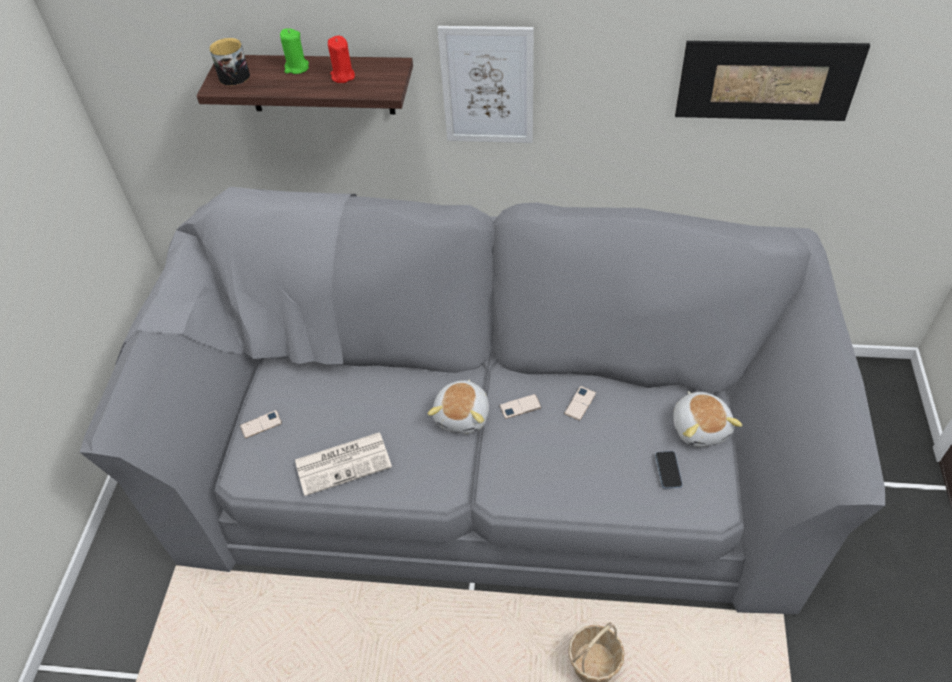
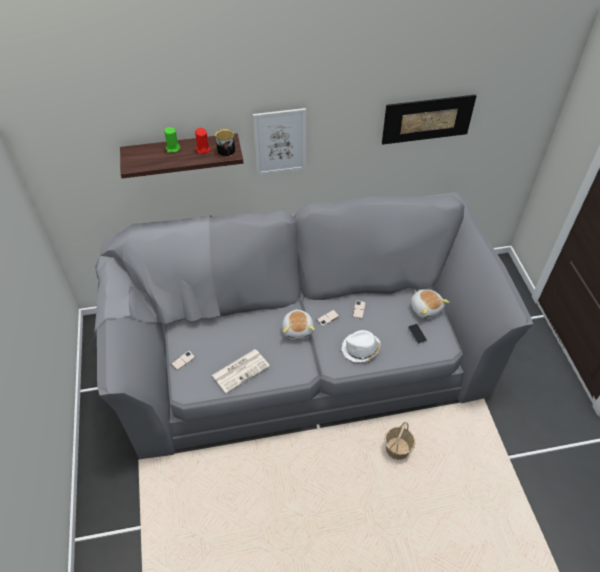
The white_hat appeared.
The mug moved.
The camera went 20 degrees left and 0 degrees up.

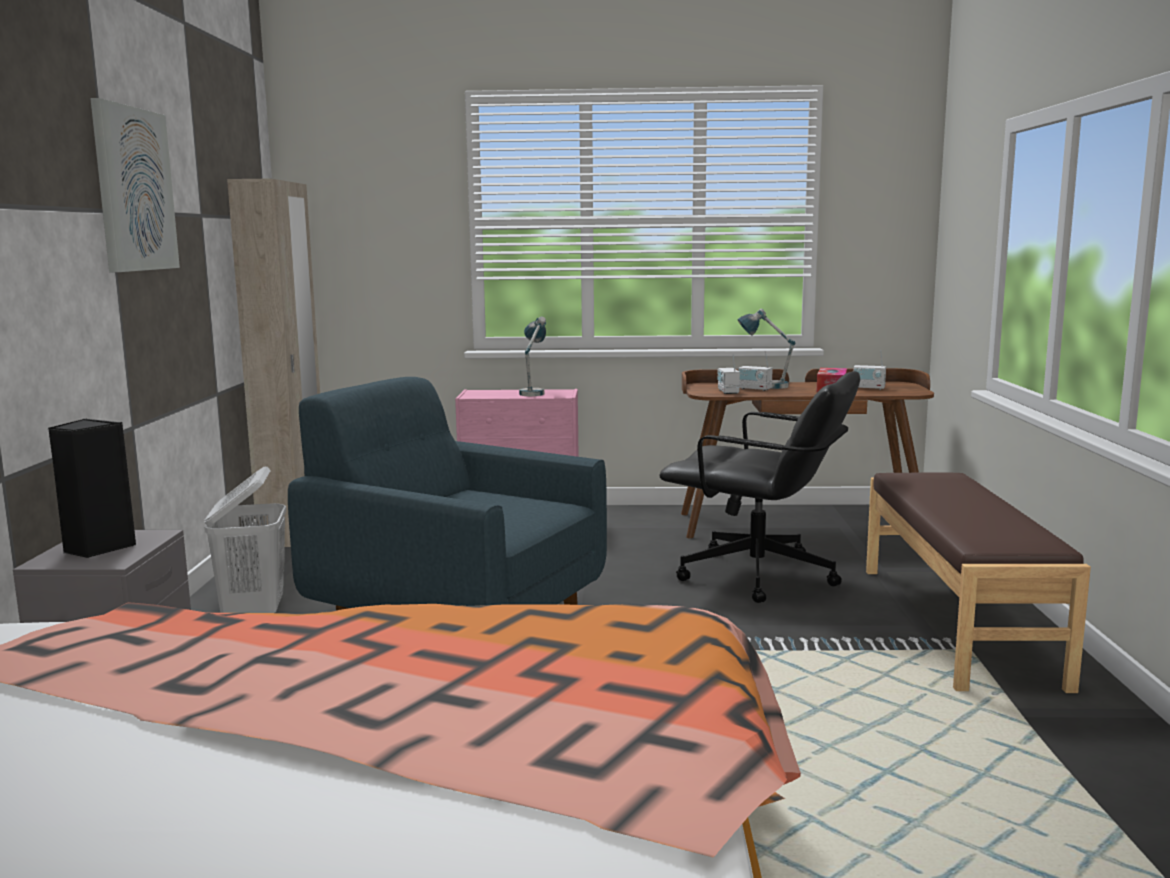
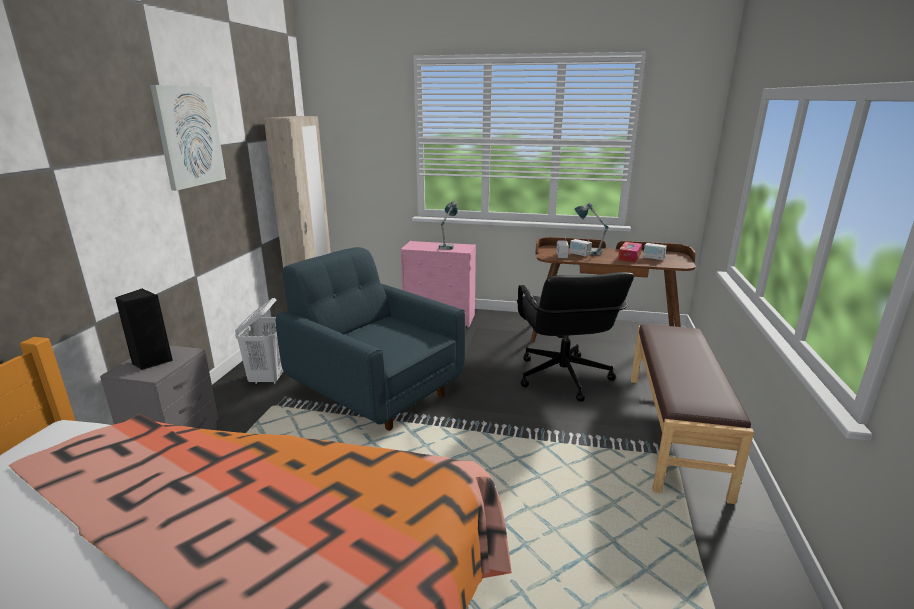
The black_office_chair turned 45 degrees clockwise.
The camera went 10 degrees right and 10 degrees up.

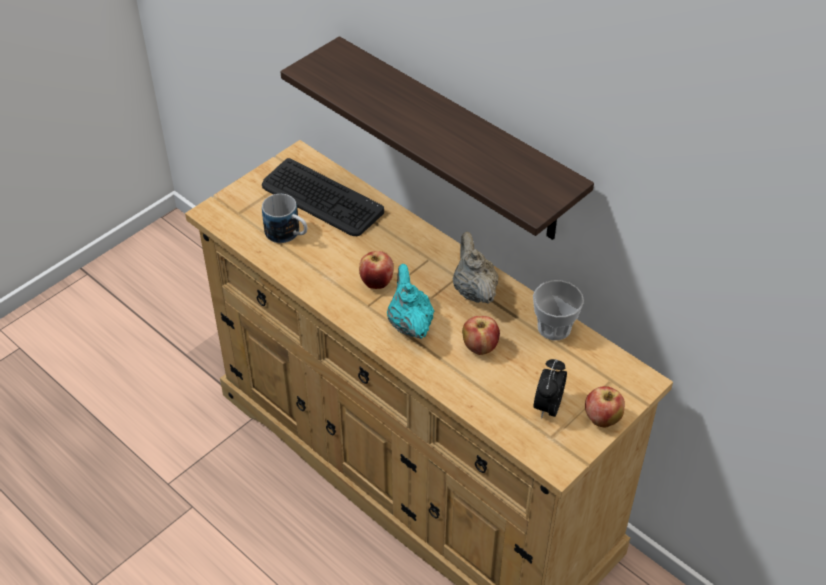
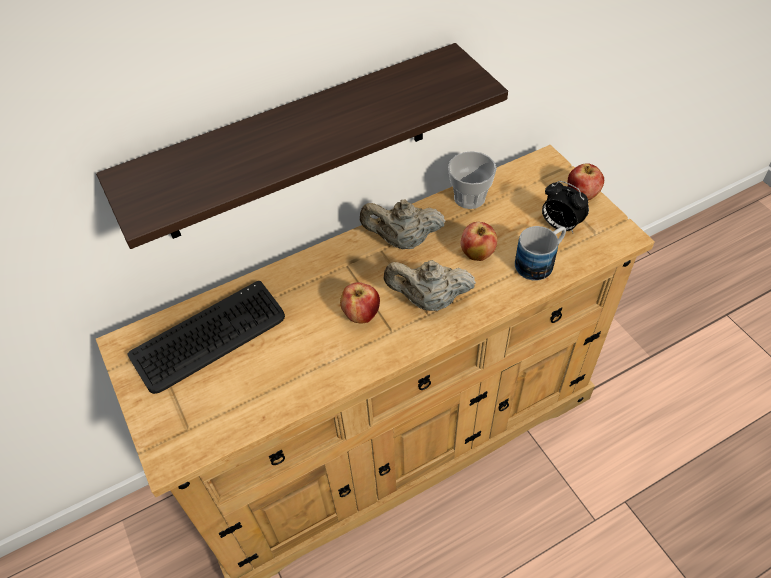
The mug moved.
The turquoise_teapot became the beige_teapot (no. 2 from left).
The camera went 70 degrees left and 5 degrees up.

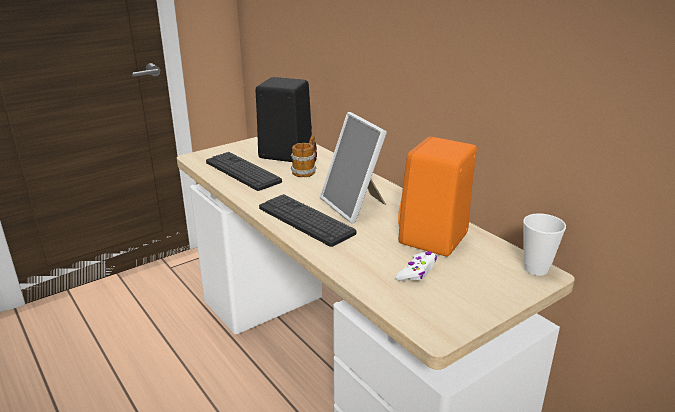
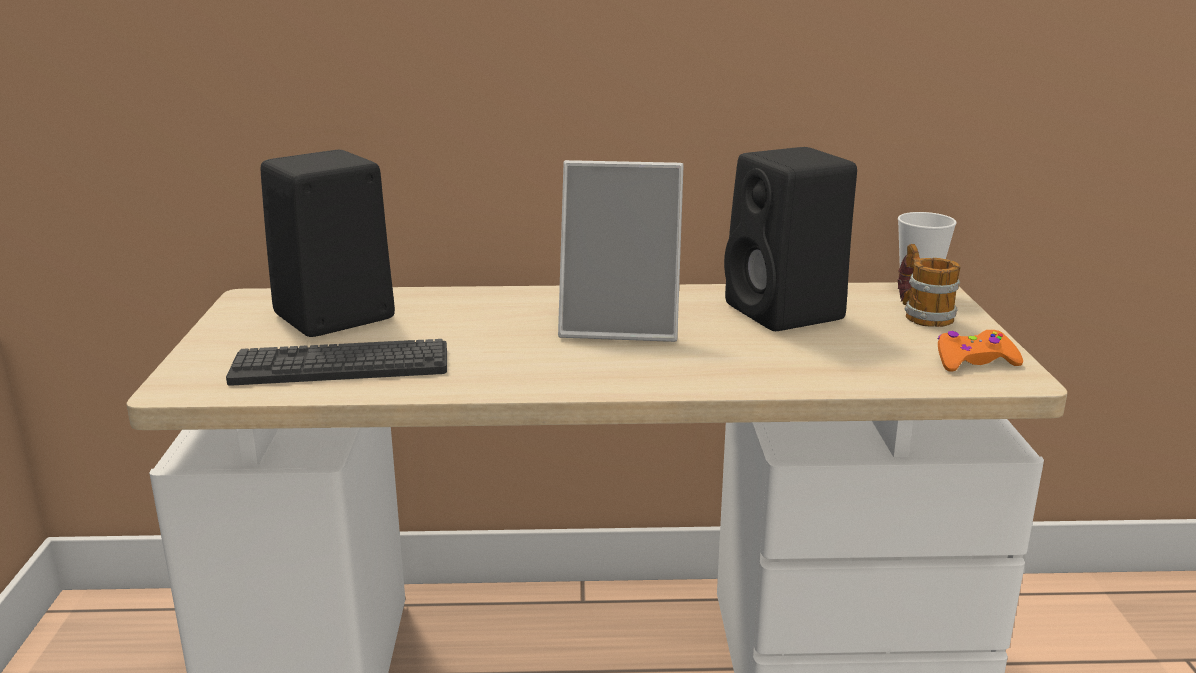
The keyboard (no. 2 from left) disappeared.
The white_game_controller disappeared.
The orange_game_controller appeared.
The mug moved.
The orange_speaker became the black_speaker (no. 2 from left).
The camera went 55 degrees left and 5 degrees down.

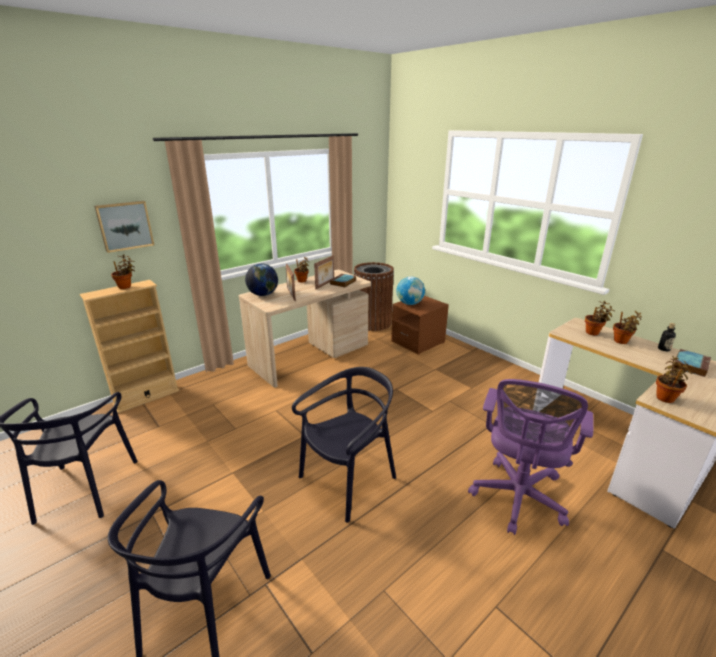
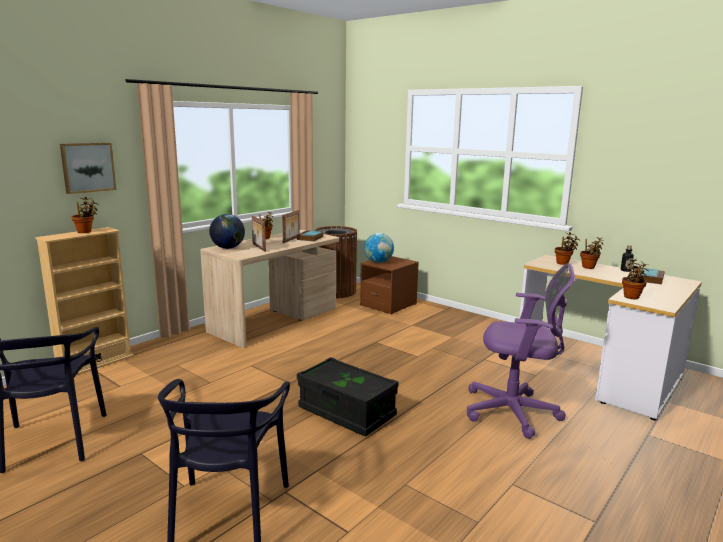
The black_chair (no. 3 from left) was replaced by the black_storage_box.
The purple_office_chair turned 90 degrees counterclockwise.
The camera went 10 degrees left and 10 degrees down.

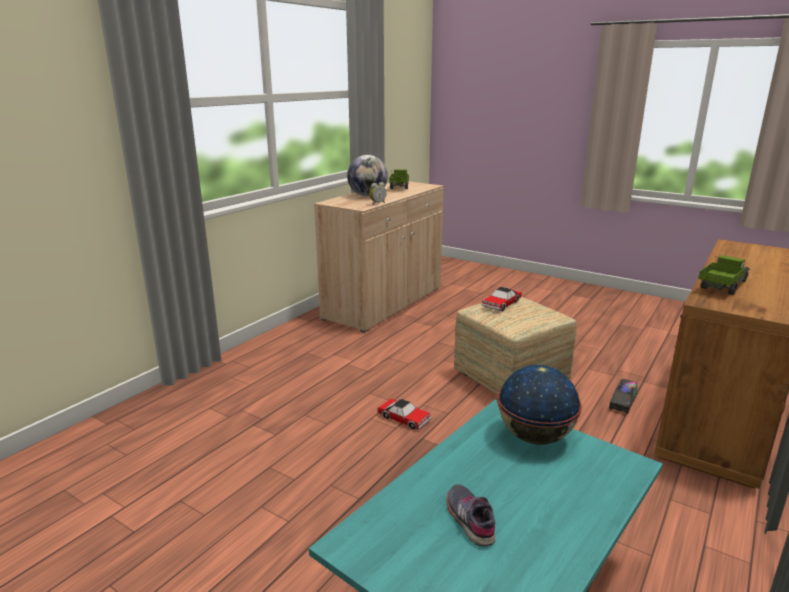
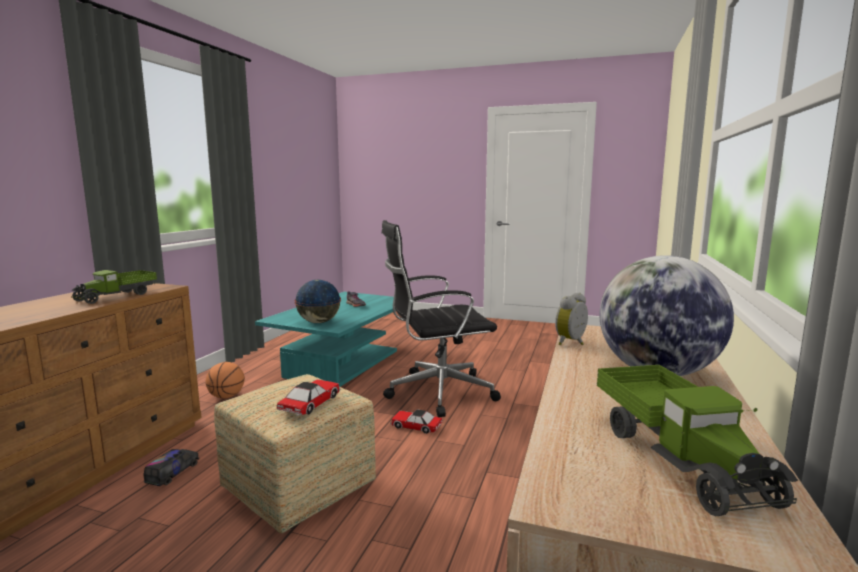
The basketball appeared.
The black_office_chair appeared.
The camera went 165 degrees right and 10 degrees down.

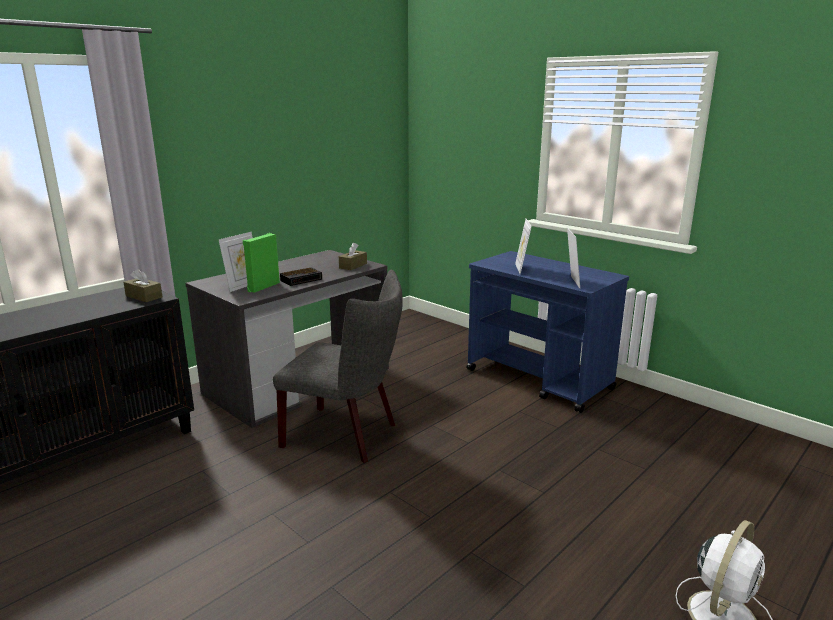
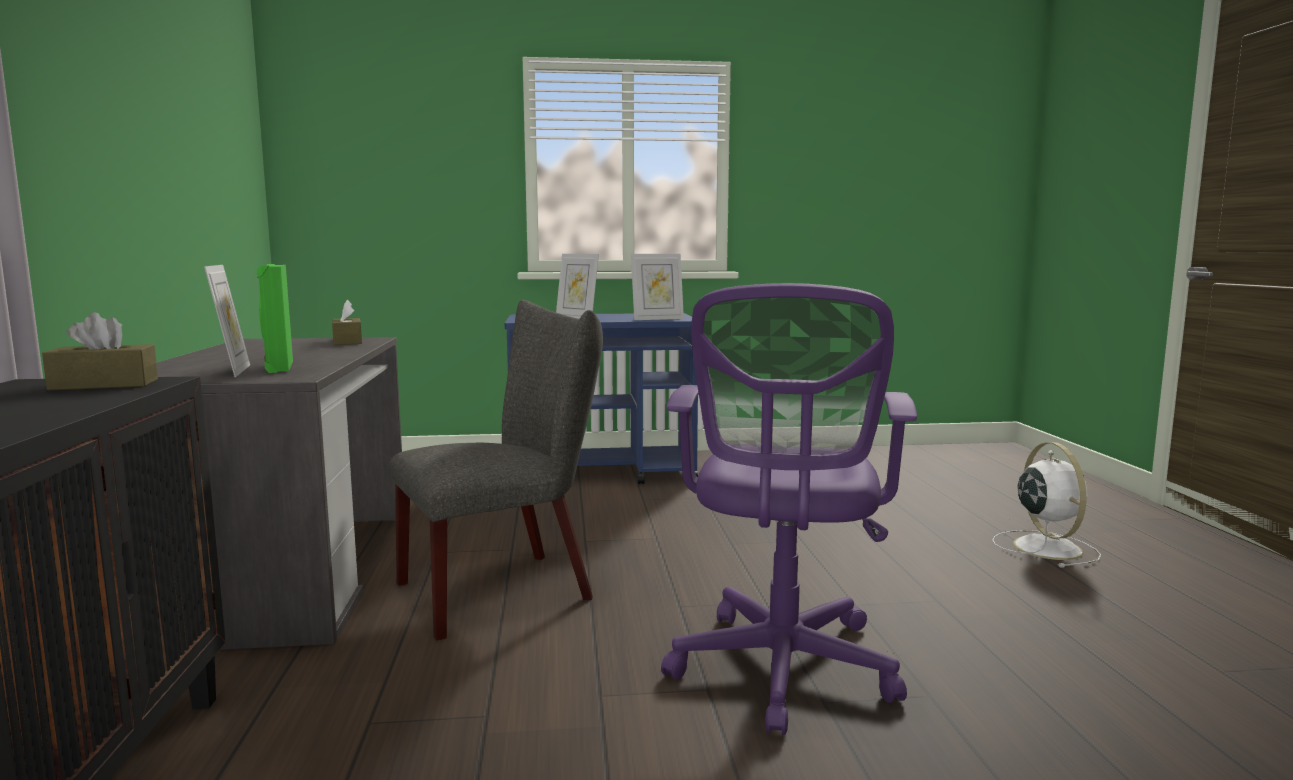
The alarm_clock disappeared.
The purple_office_chair appeared.
The picture_frame (no. 3 from left) turned 120 degrees clockwise.
The camera went 50 degrees left and 10 degrees down.

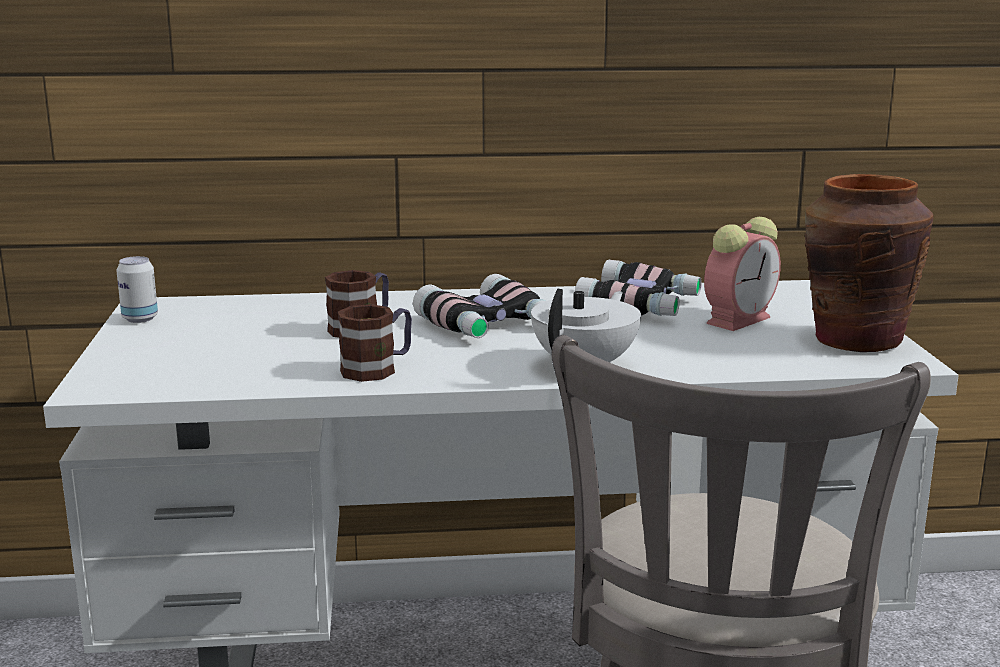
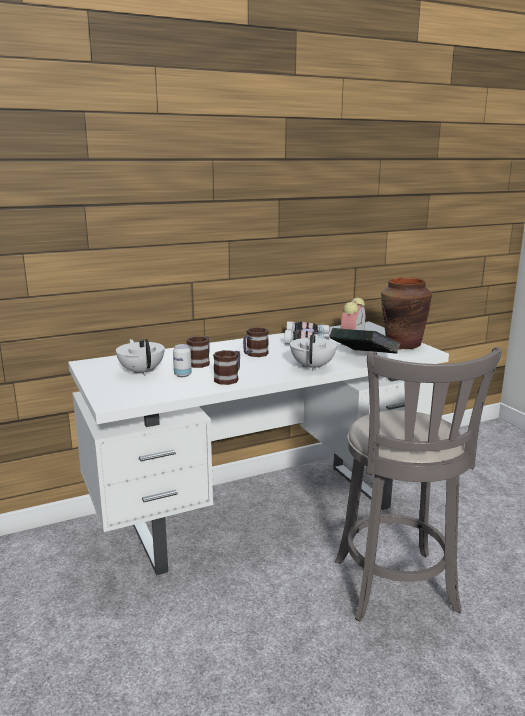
The white_teapot (no. 1 from left) appeared.
The book appeared.
The can moved.
The binoculars (no. 1 from left) was replaced by the mug (no. 3 from left).
The camera went 20 degrees left and 0 degrees up.

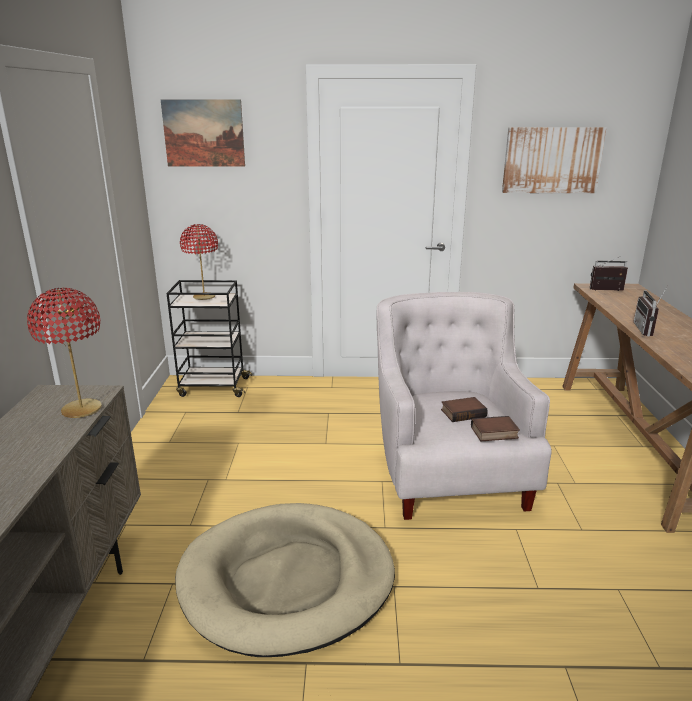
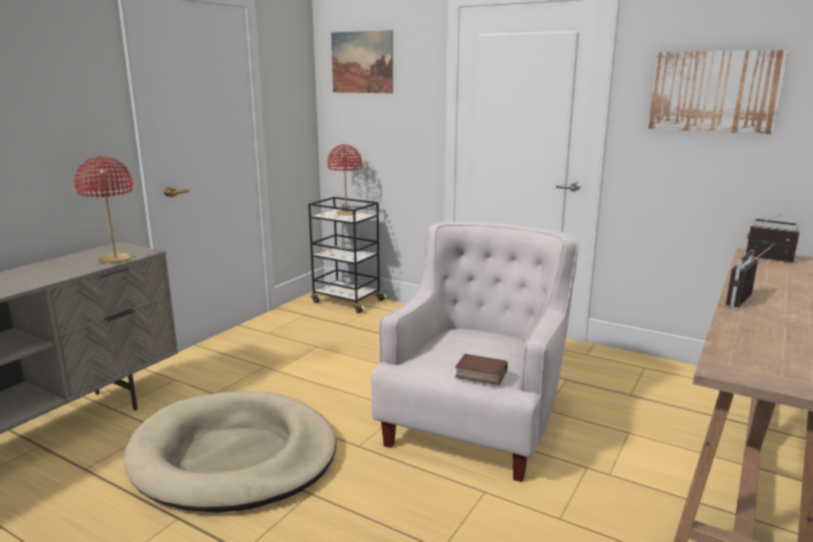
The book (no. 1 from left) disappeared.
The camera went 30 degrees right and 5 degrees down.

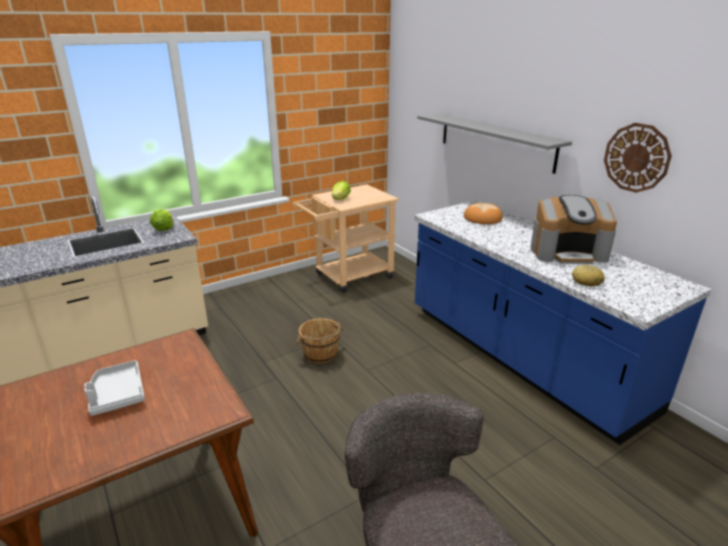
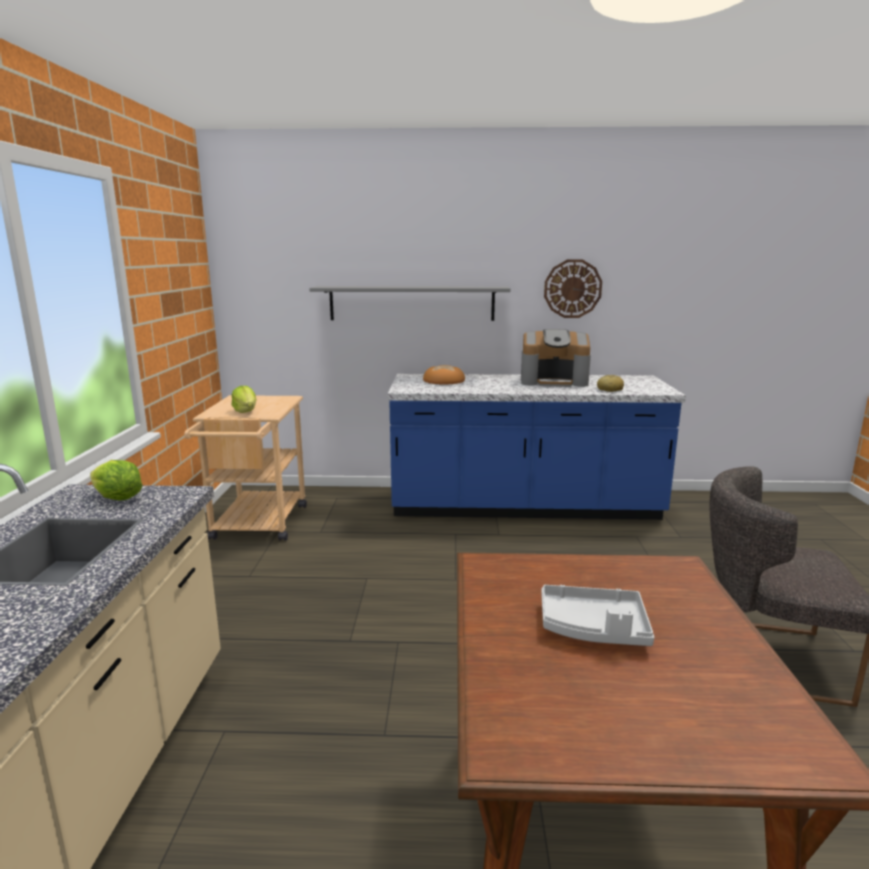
The brown_bucket disappeared.
The coffee_machine turned 60 degrees clockwise.
The camera went 55 degrees left and 10 degrees down.

